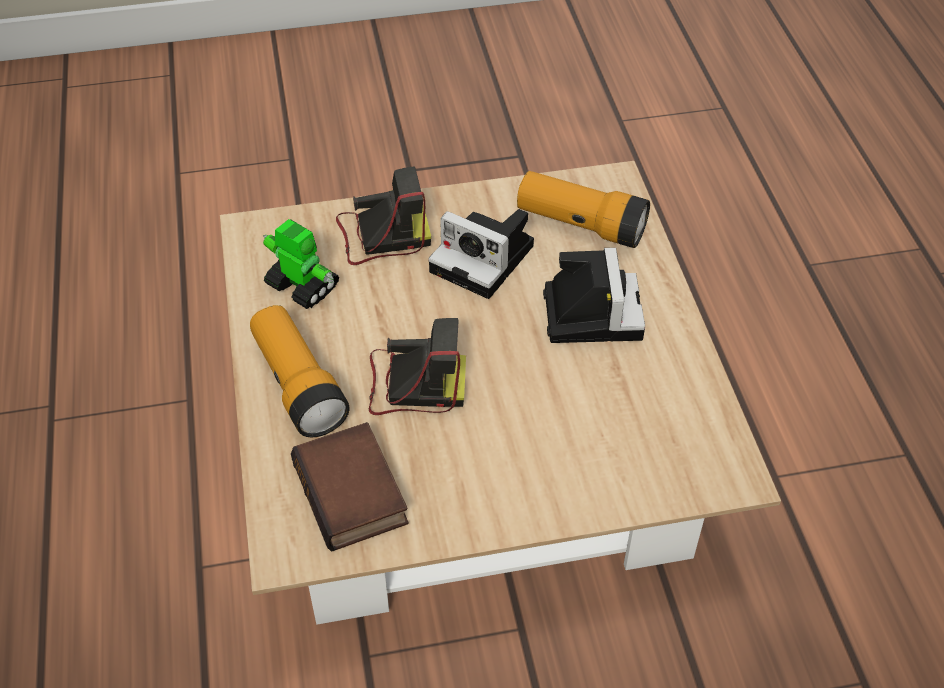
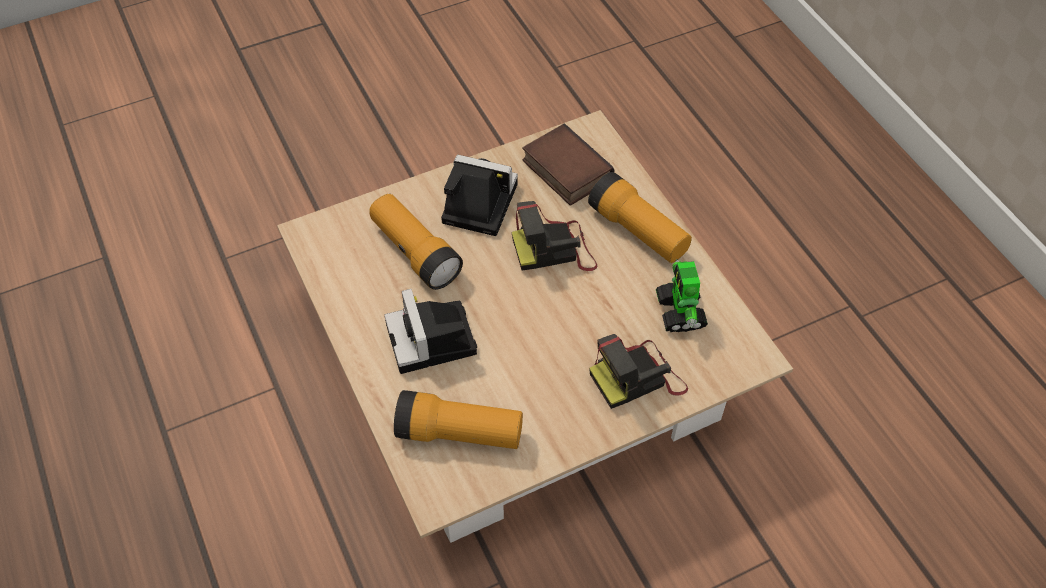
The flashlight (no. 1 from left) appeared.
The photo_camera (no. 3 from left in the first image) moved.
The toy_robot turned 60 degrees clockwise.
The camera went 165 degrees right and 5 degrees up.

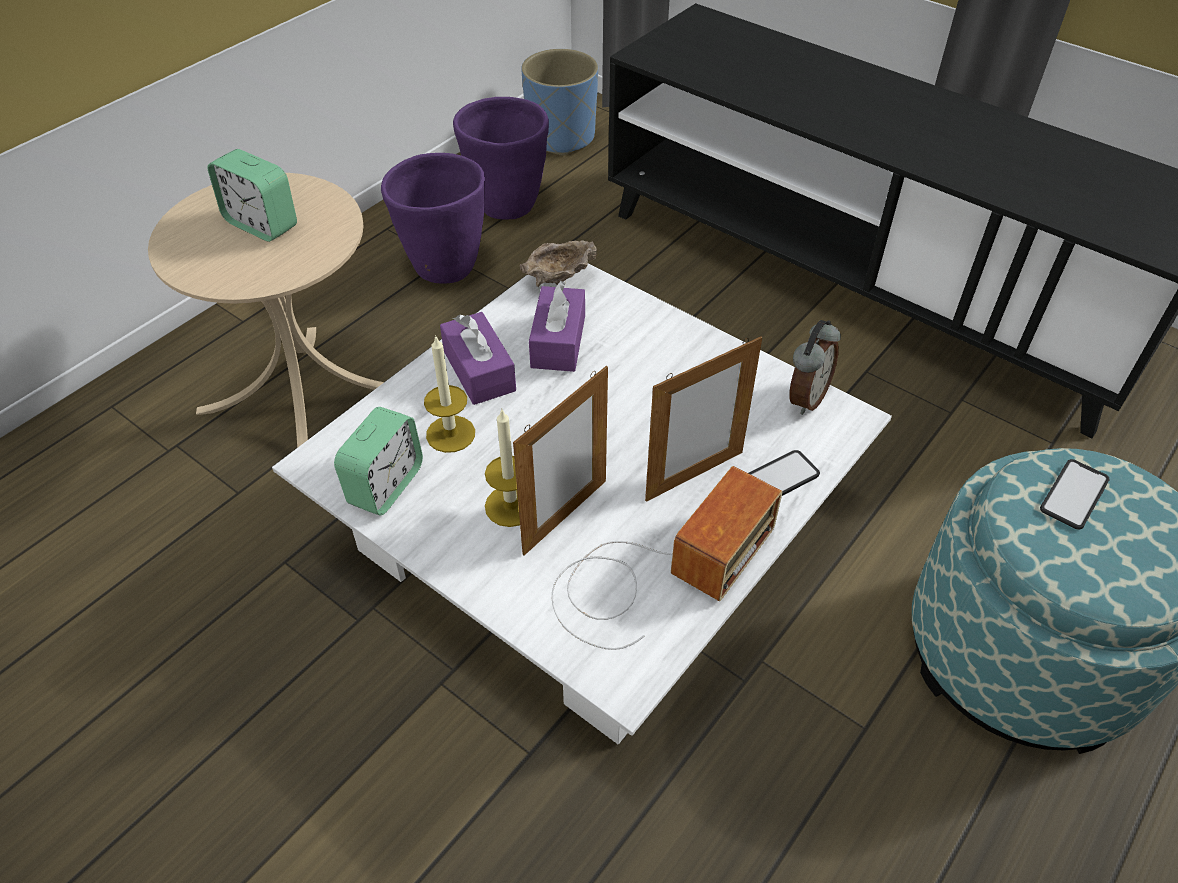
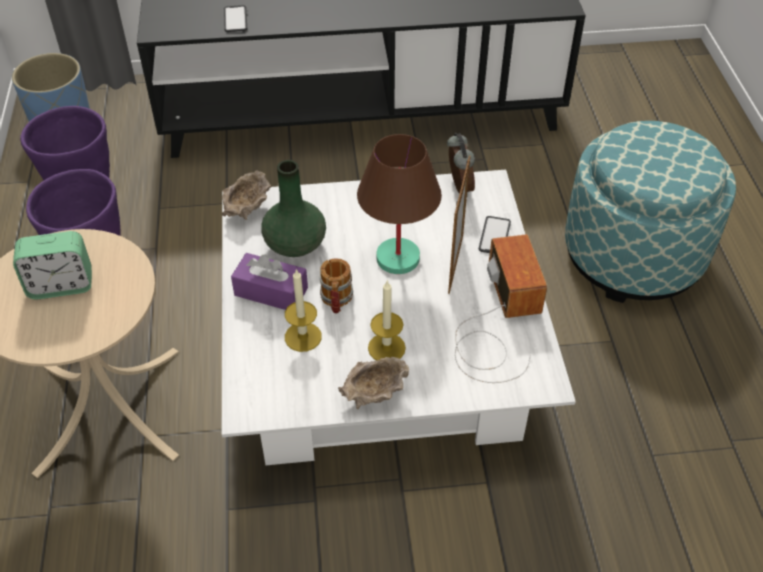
The alarm_clock (no. 2 from left) disappeared.
The picture_frame (no. 1 from left) disappeared.
The mug appeared.
The beige_bowl (no. 2 from left) appeared.
The brown_table_lamp appeared.
The phone (no. 2 from left in the first image) moved.
The purple_tissue_box (no. 2 from left) was replaced by the green_vase.
The camera went 45 degrees left and 0 degrees up.

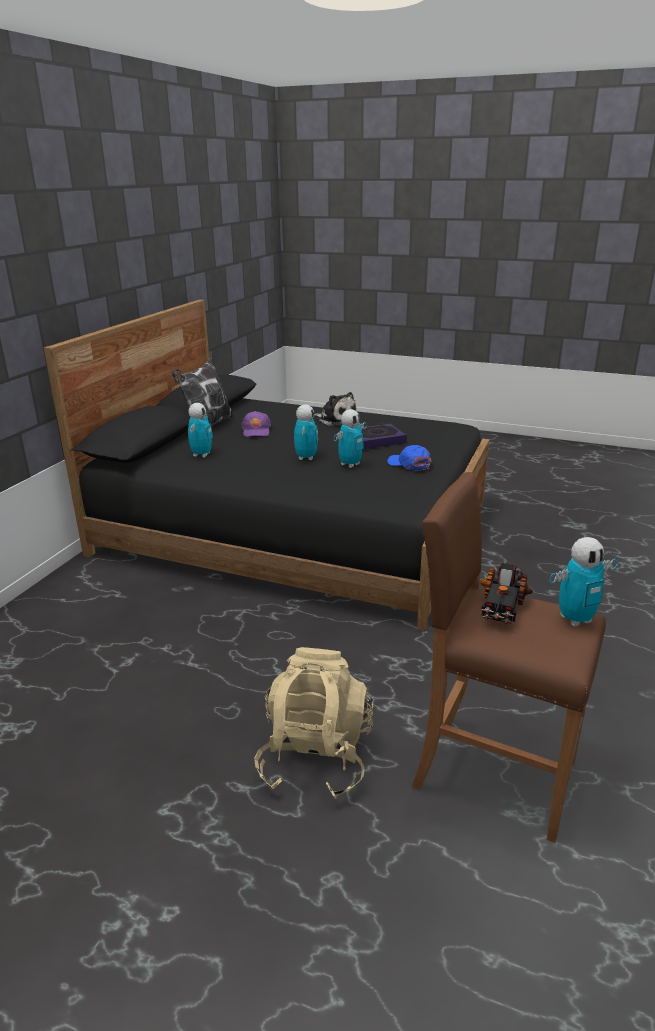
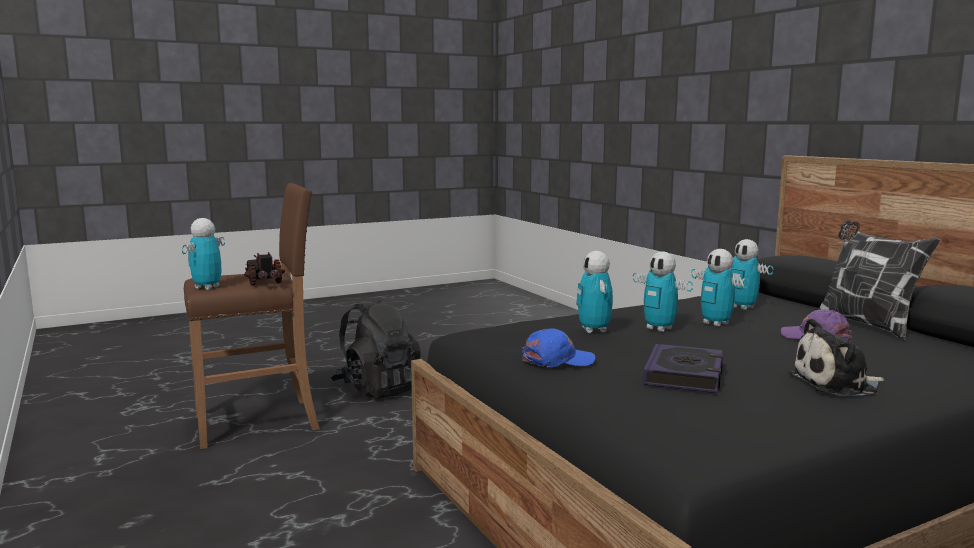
The toy_robot (no. 4 from left) appeared.
The beige_backpack became the black_backpack.
The camera went 130 degrees right and 15 degrees down.

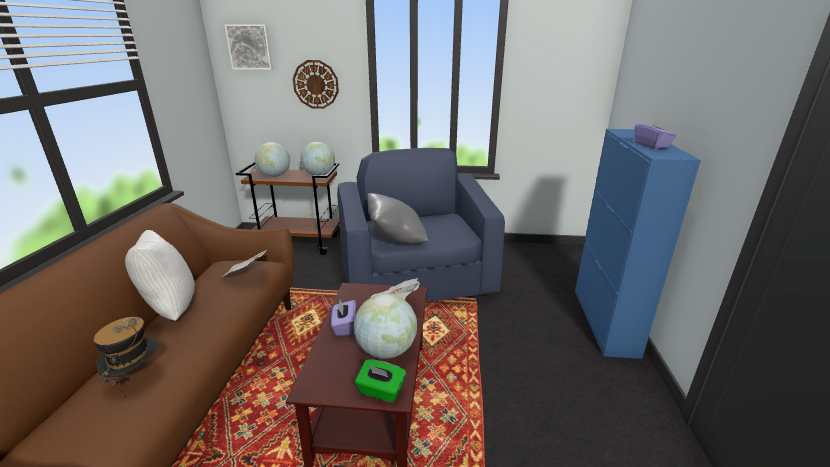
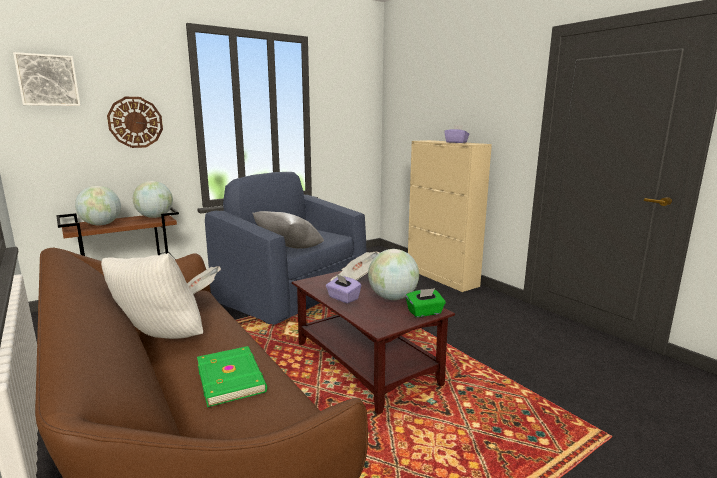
The hat was replaced by the green_book.
The blue_cabinet became the beige_cabinet.
The camera went 40 degrees left and 10 degrees down.

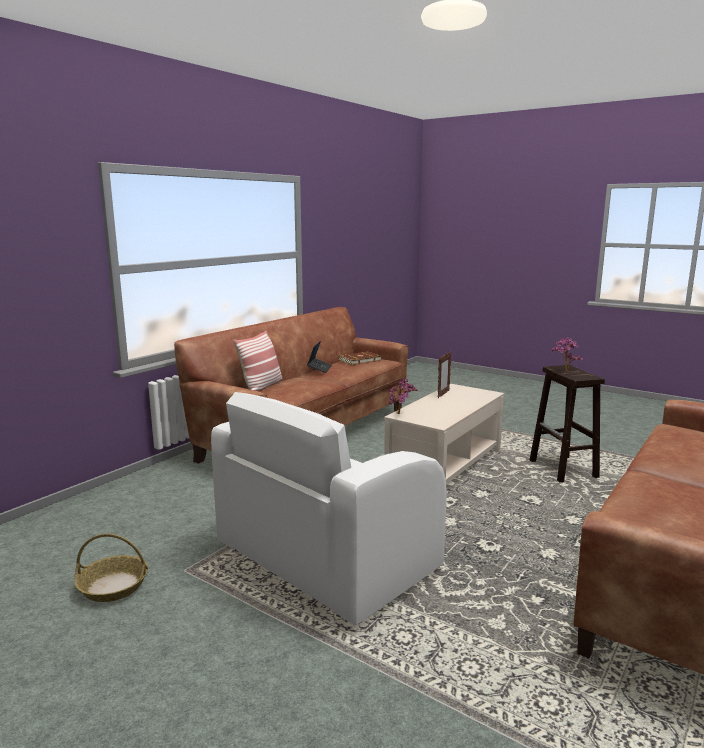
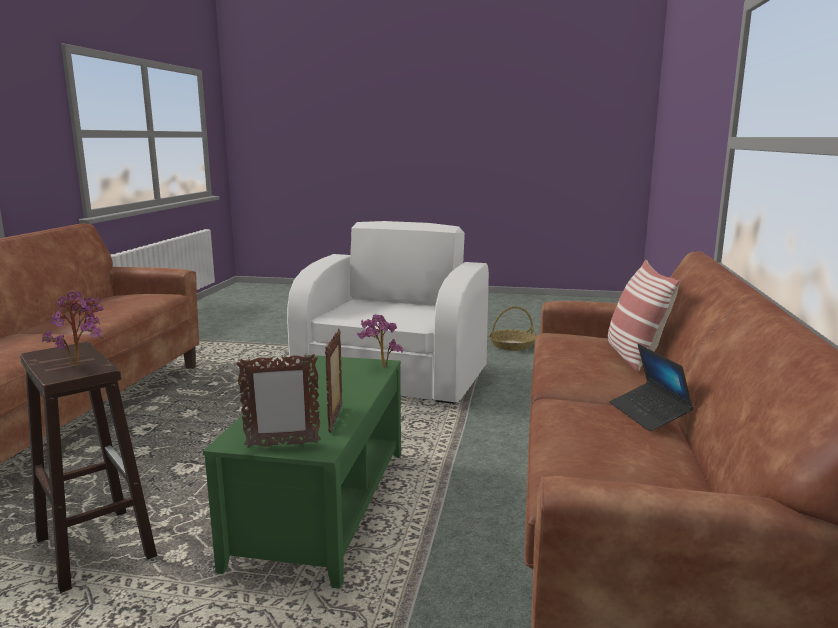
The brown_book disappeared.
The picture_frame (no. 1 from left) appeared.
The beige_coffee_table became the green_coffee_table.
The camera went 155 degrees right and 0 degrees up.

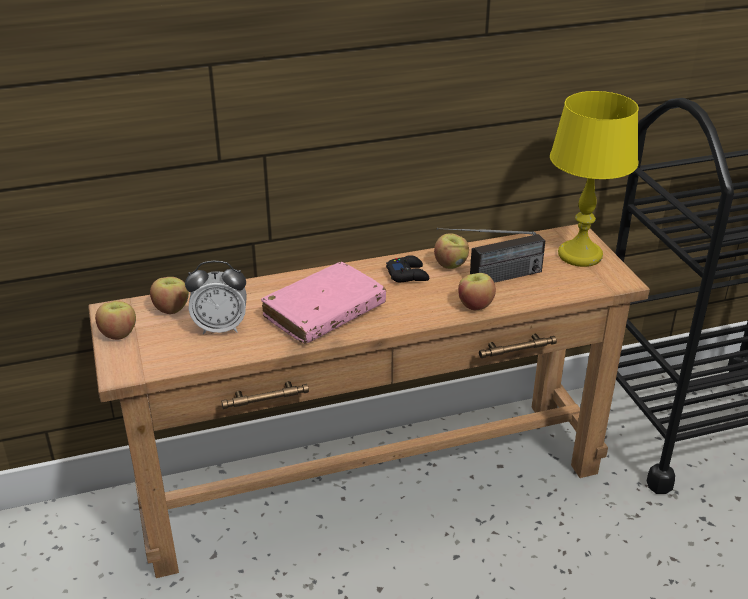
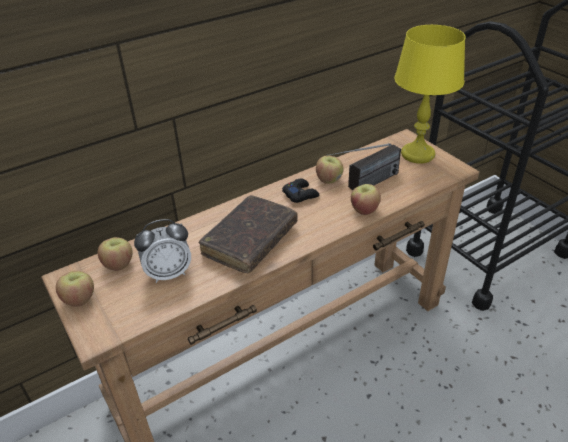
The pink_book became the brown_book.
The camera went 15 degrees left and 5 degrees up.

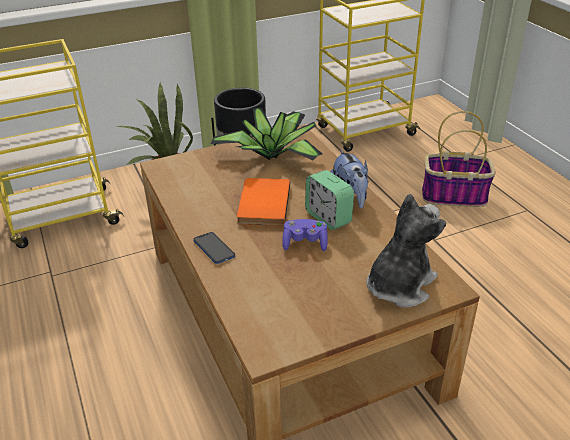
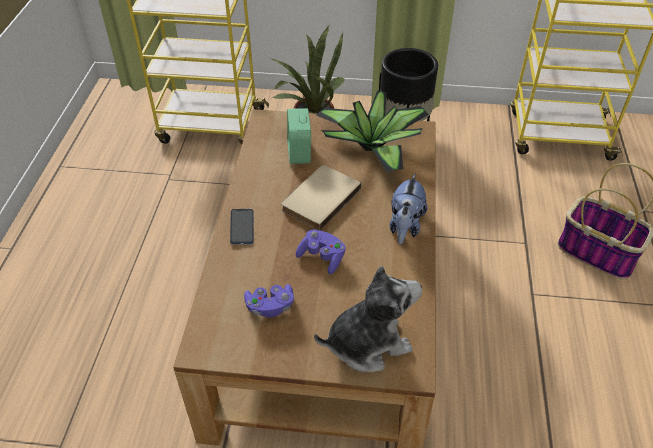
The purple_game_controller (no. 1 from left) appeared.
The alarm_clock moved.
The orange_book became the beige_book.
The camera went 30 degrees right and 10 degrees up.

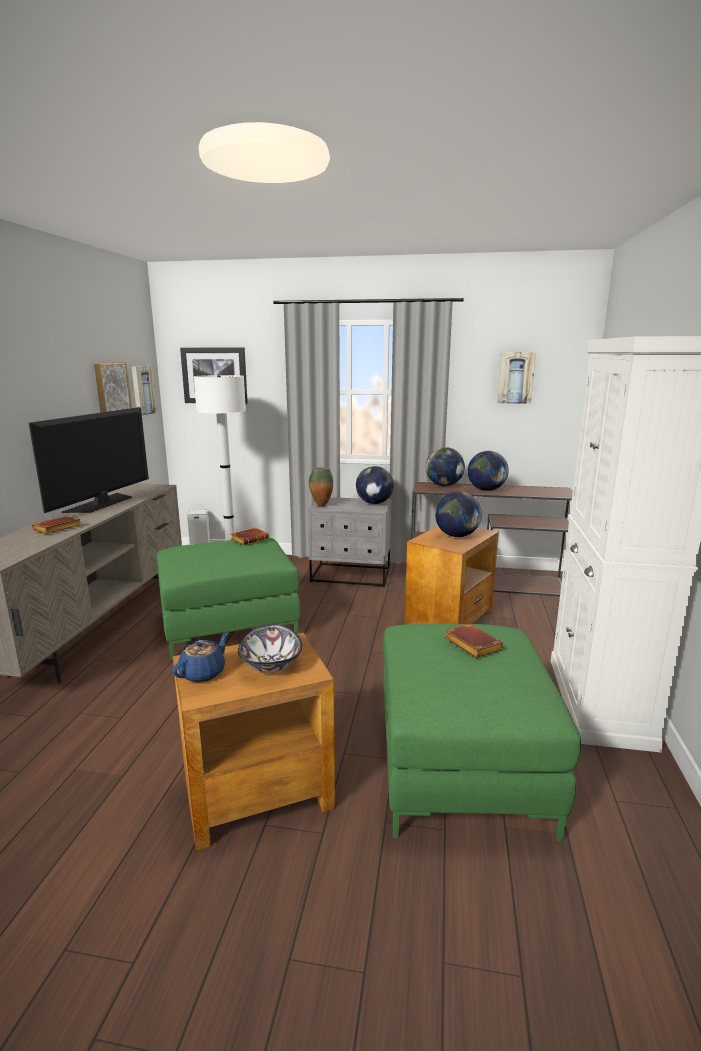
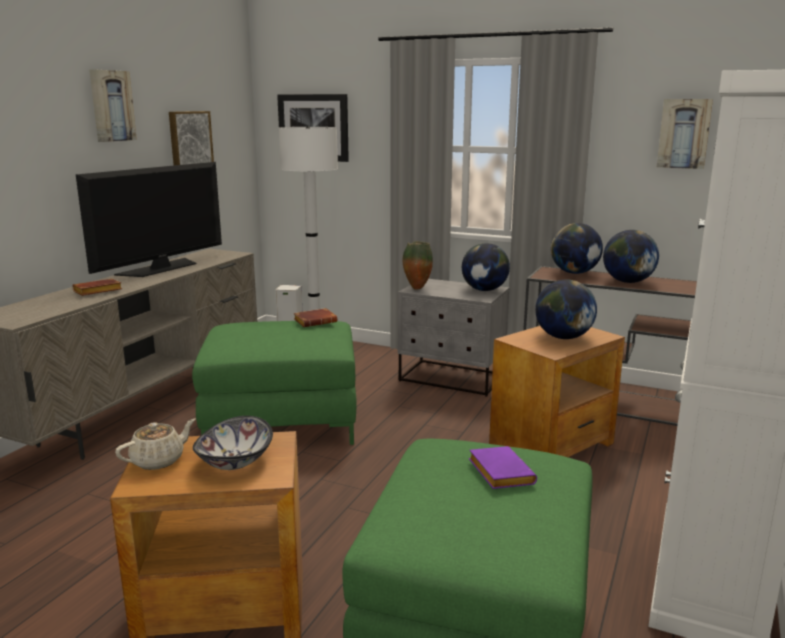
The picture (no. 2 from left in the first image) moved.
The blue_teapot became the beige_teapot.
The brown_book (no. 3 from left) became the purple_book.
The camera went 15 degrees right and 0 degrees up.

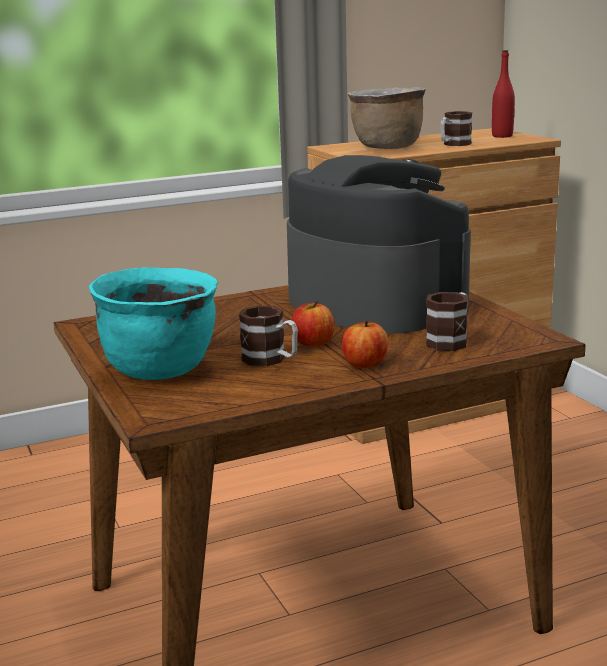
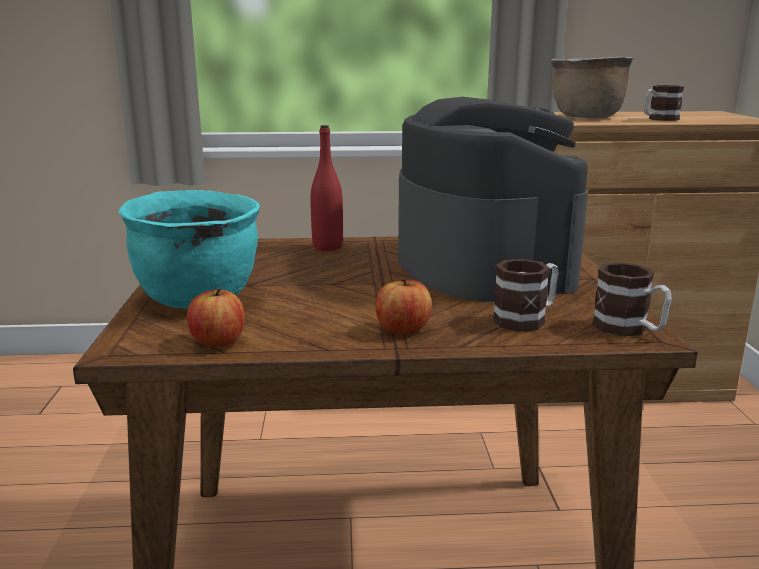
The mug (no. 1 from left in the first image) moved.
The apple (no. 1 from left) moved.
The red_bottle moved.
The camera went 20 degrees right and 0 degrees up.

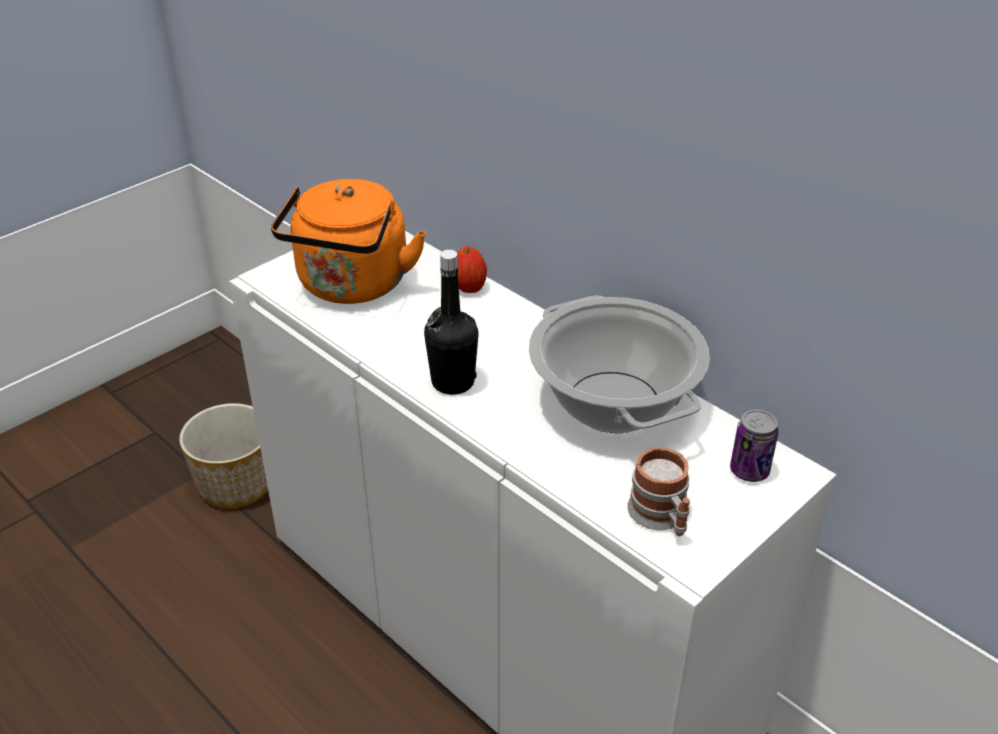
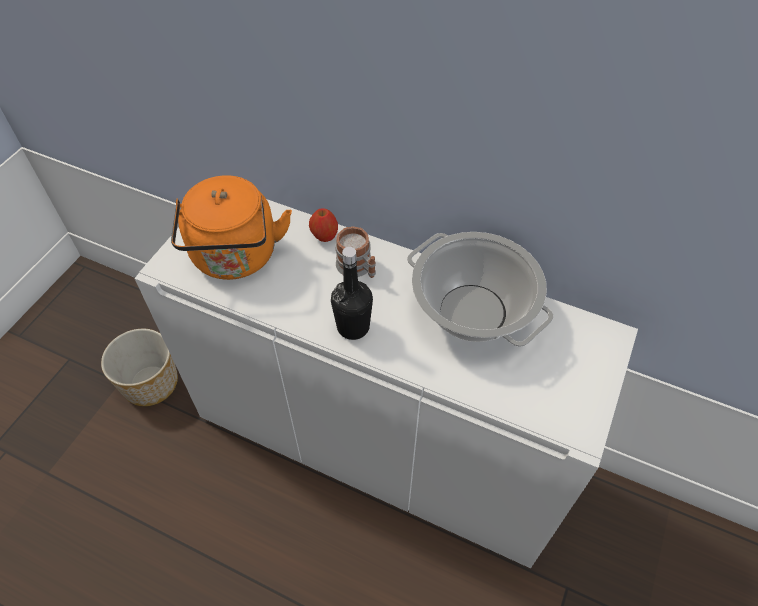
The can disappeared.
The mug moved.
The camera went 20 degrees left and 15 degrees up.

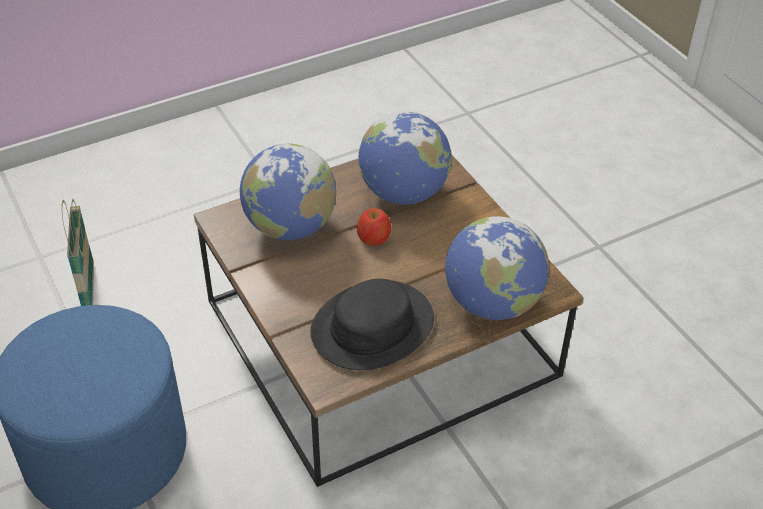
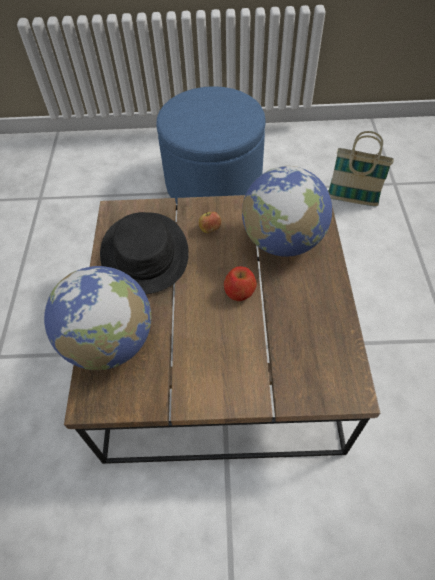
The globe (no. 2 from left) disappeared.
The apple (no. 1 from left) appeared.
The camera went 120 degrees right and 10 degrees up.

